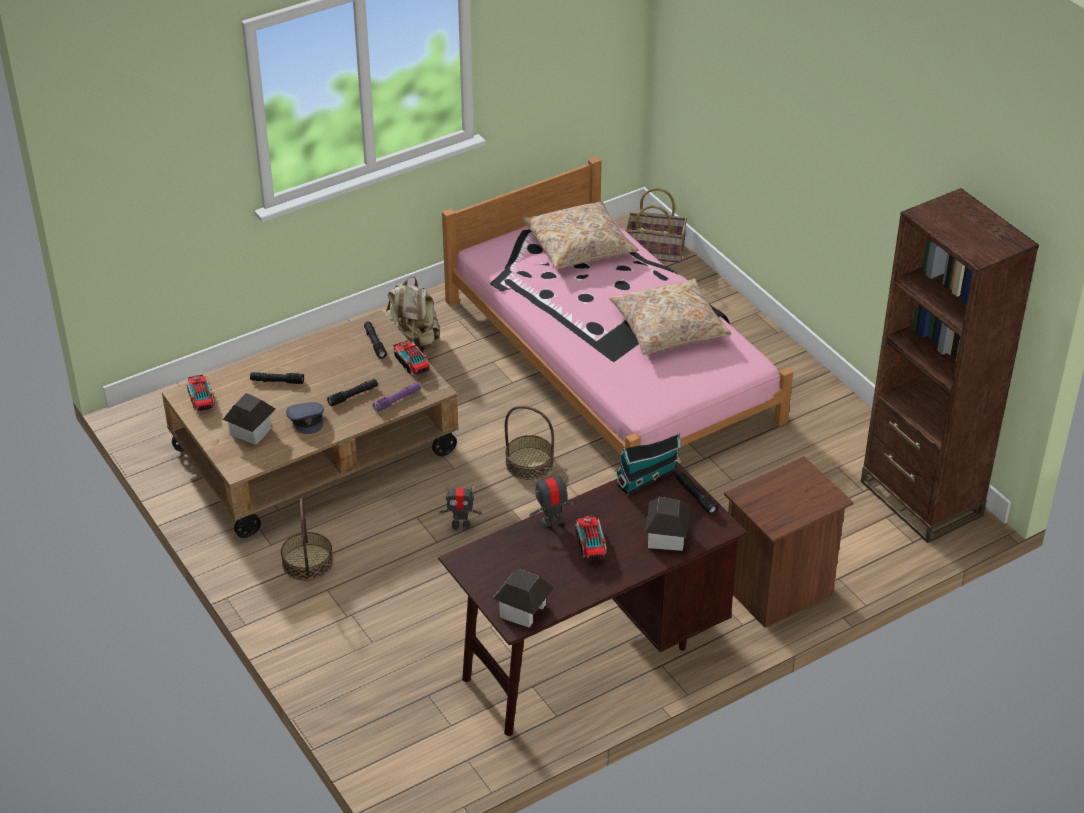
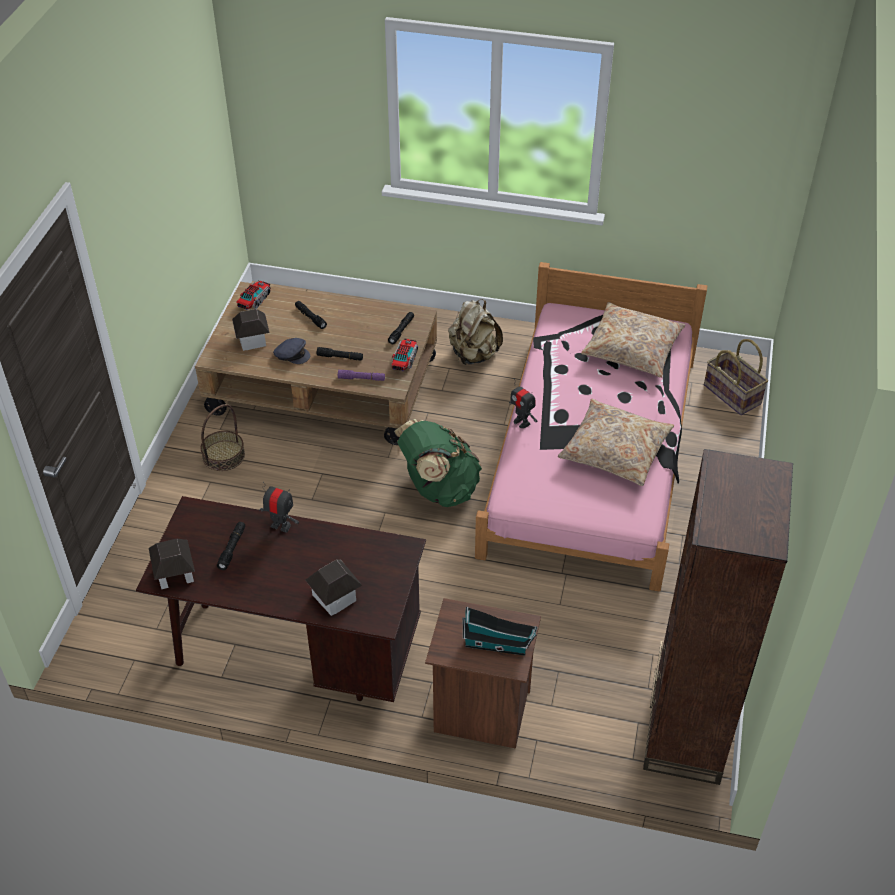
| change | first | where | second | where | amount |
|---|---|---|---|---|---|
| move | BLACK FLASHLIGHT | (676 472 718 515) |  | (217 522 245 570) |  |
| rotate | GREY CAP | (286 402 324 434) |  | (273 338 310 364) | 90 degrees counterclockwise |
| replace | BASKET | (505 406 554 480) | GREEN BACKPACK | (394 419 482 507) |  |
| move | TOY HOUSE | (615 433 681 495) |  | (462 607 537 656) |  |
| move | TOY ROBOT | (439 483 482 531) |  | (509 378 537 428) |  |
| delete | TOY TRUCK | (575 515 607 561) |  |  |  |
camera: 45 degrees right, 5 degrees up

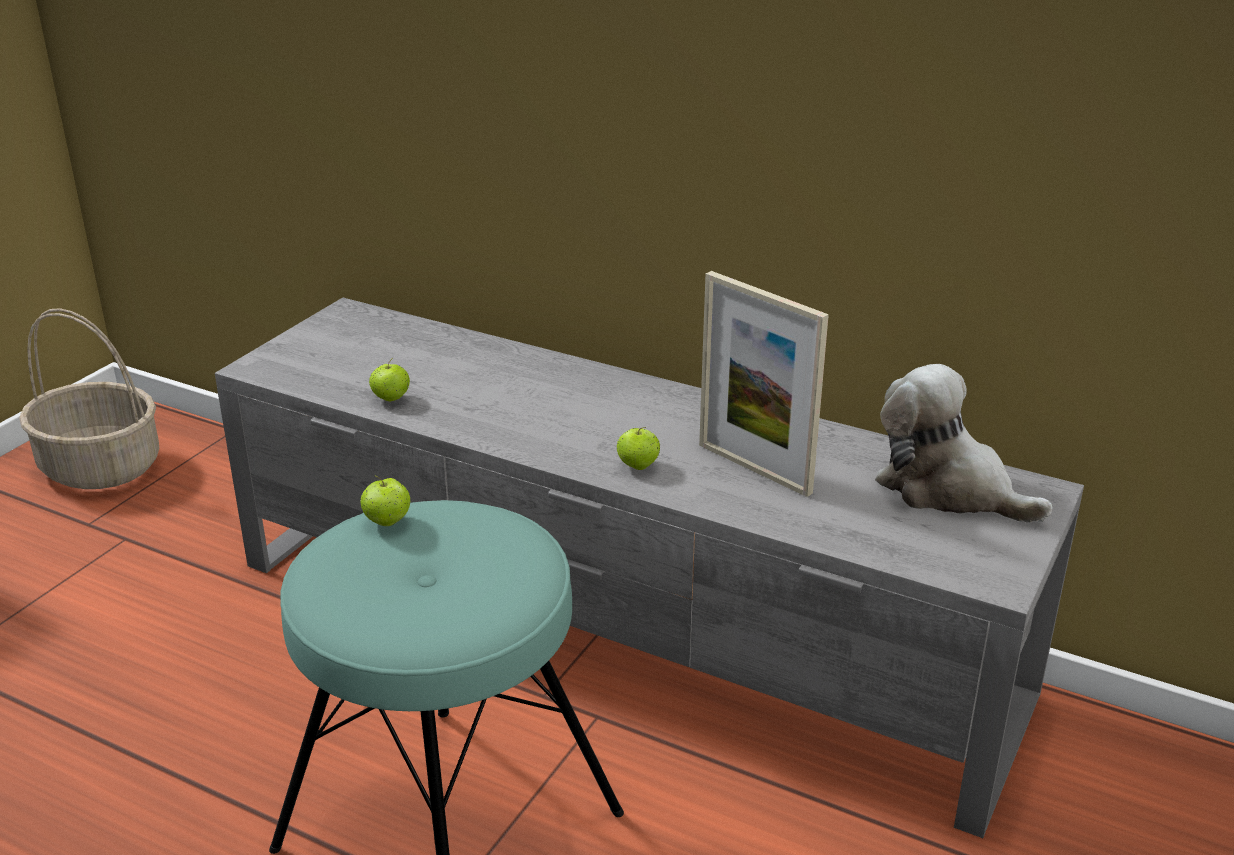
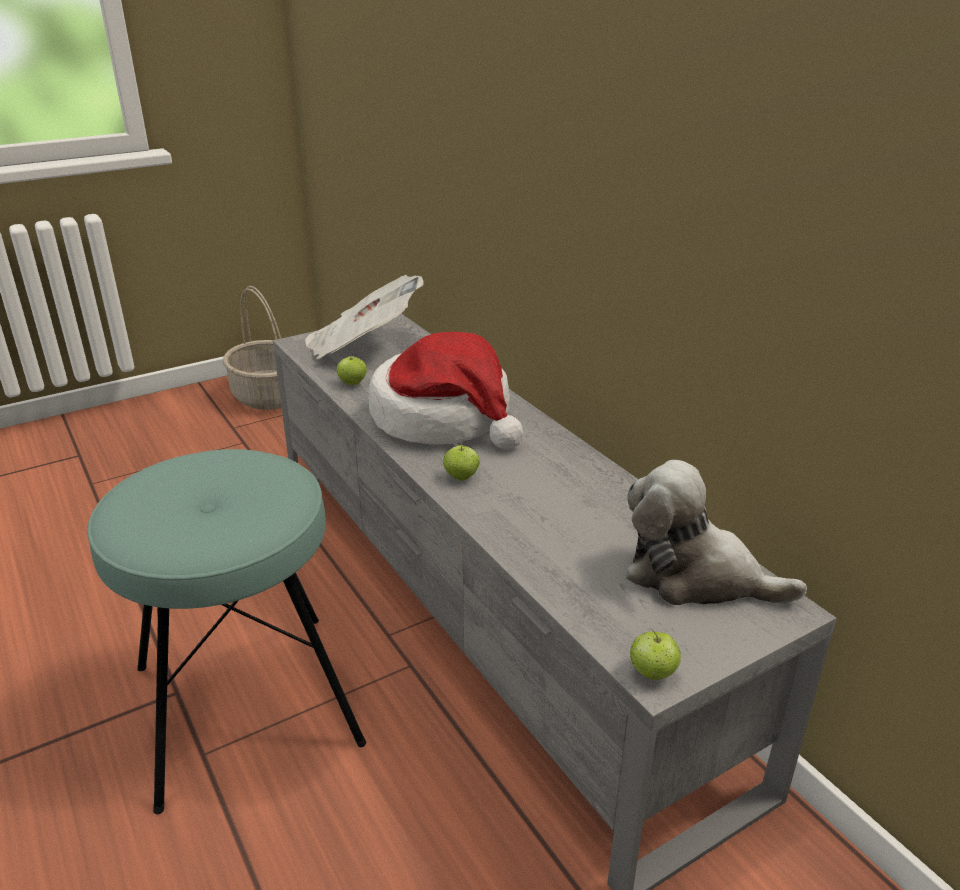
| change | first | where | second | where | amount |
|---|---|---|---|---|---|
| insert |  |  | NEWSPAPER | (305 275 424 359) |  |
| insert |  |  | HAT | (369 332 524 450) |  |
| rotate | PLUSH TOY | (875 364 1053 523) |  | (626 460 807 605) | 45 degrees counterclockwise |
| move | APPLE | (360 475 410 526) |  | (630 628 681 680) |  |
| delete | PICTURE FRAME | (699 271 829 497) |  |  |  |
camera: 30 degrees right, 0 degrees up

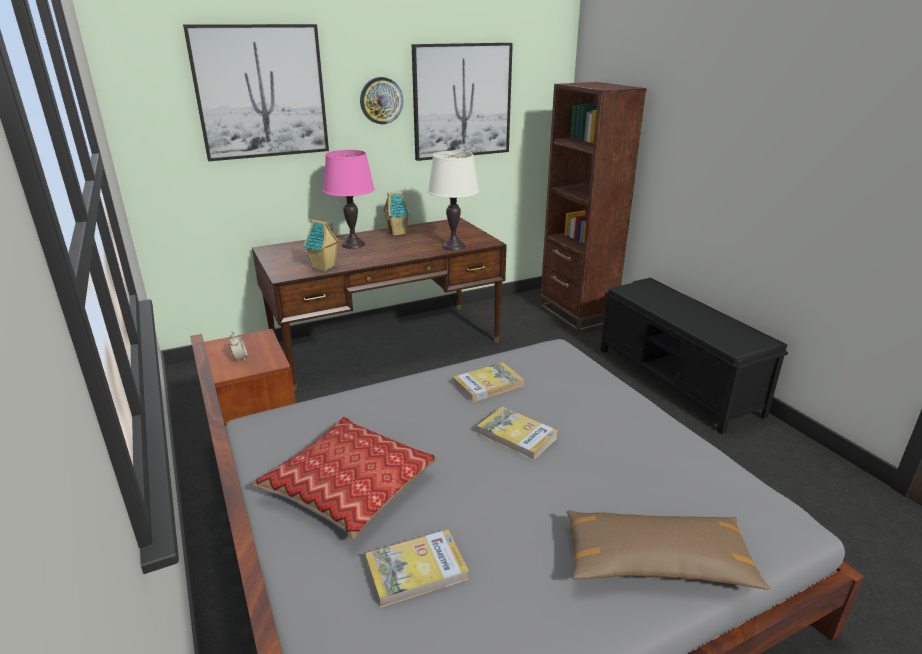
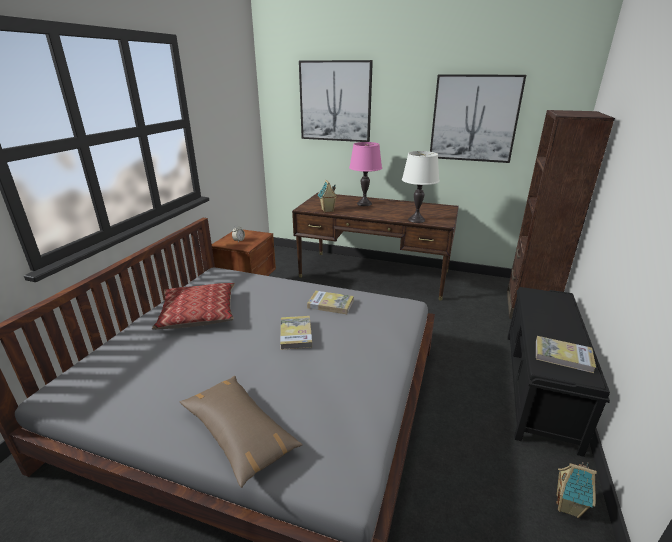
| change | first | where | second | where | amount |
|---|---|---|---|---|---|
| move | BOOK | (365 529 469 608) |  | (536 336 596 373) |  |
| move | TOY HOUSE | (383 191 410 236) |  | (556 462 597 518) |  |
| delete | WALL CLOCK | (360 77 403 124) |  |  |  |
camera: 45 degrees right, 0 degrees up

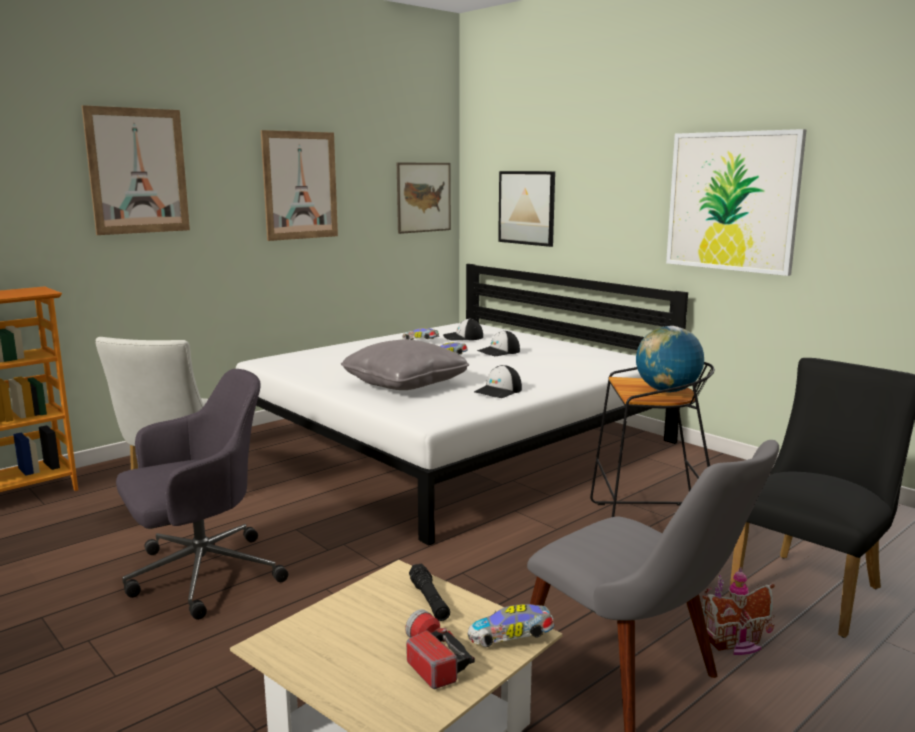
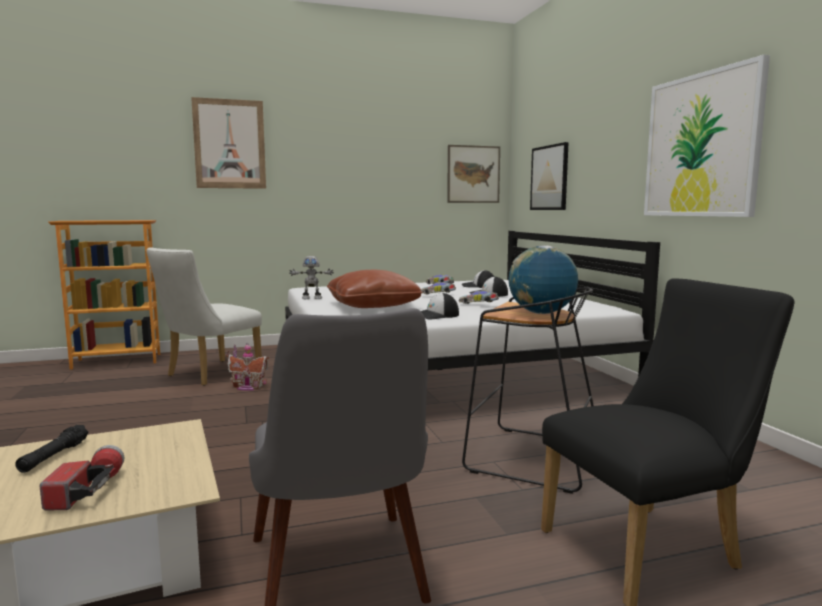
| change | first | where | second | where | amount |
|---|---|---|---|---|---|
| move | BLACK FLASHLIGHT | (409 564 450 621) |  | (15 425 89 473) |  |
| move | TOY HOUSE | (703 567 774 655) |  | (226 342 269 391) |  |
| insert |  |  | TOY ROBOT | (289 256 334 299) |  |
| recolor | GREY PILLOW | (341 339 469 390) | BROWN PILLOW | (327 270 422 308) |  |
| move | TOY CAR | (468 604 555 647) |  | (459 291 498 304) |  |
| delete | GREY OFFICE CHAIR | (116 369 288 620) |  |  |  |
| delete | PICTURE | (261 130 338 241) |  |  |  |
camera: 25 degrees right, 5 degrees down

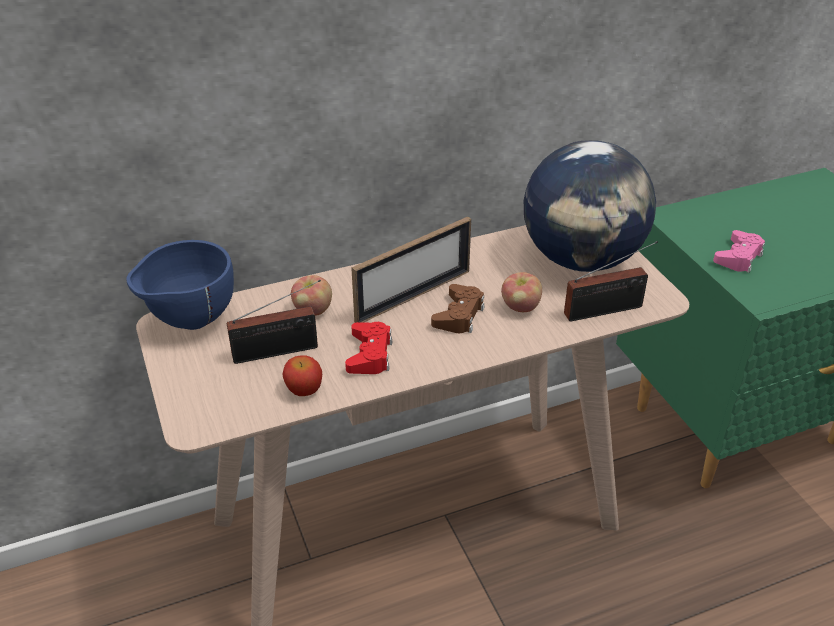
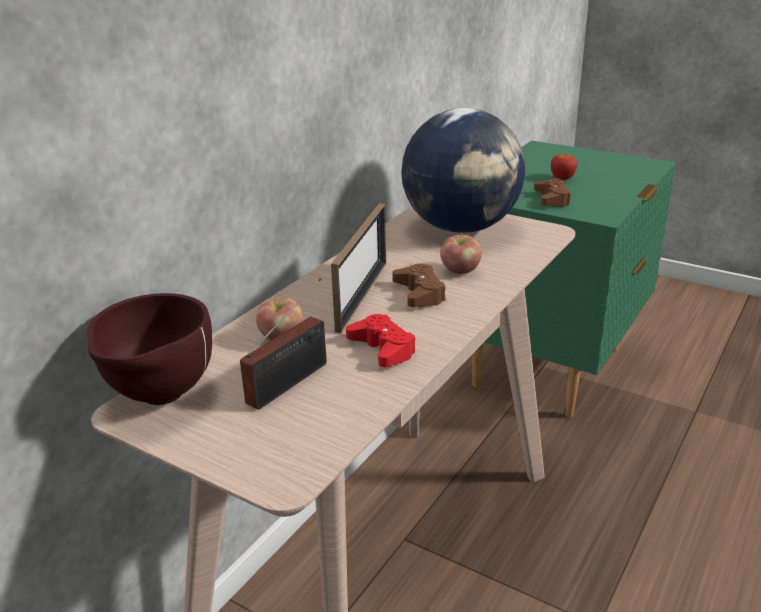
| change | first | where | second | where | amount |
|---|---|---|---|---|---|
| recolor | BLUE BOWL | (126 240 234 330) | BROWN BOWL | (88 293 212 405) |  |
| recolor | PINK GAME CONTROLLER | (713 230 765 273) | BROWN GAME CONTROLLER | (534 178 571 207) |  |
| move | APPLE | (282 355 322 396) |  | (551 154 577 180) |  |
| delete | RADIO | (564 241 658 322) |  |  |  |
camera: 35 degrees left, 10 degrees down

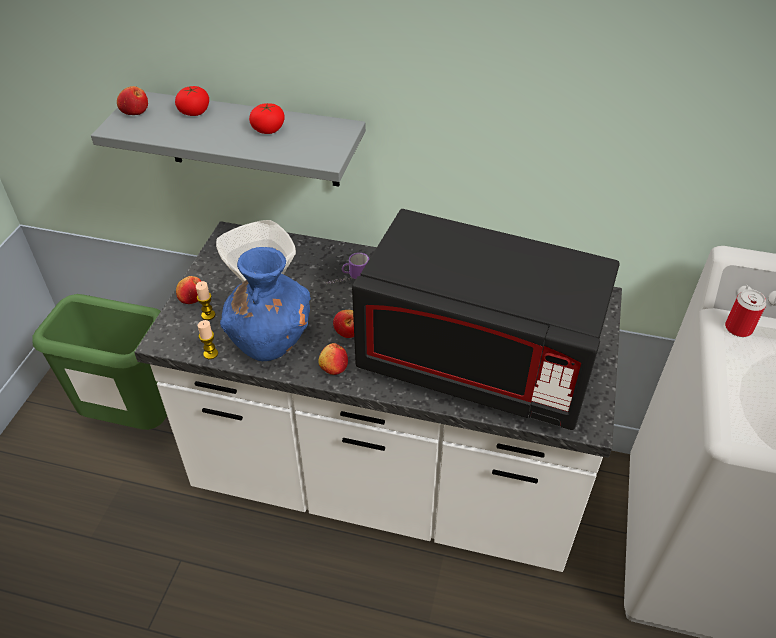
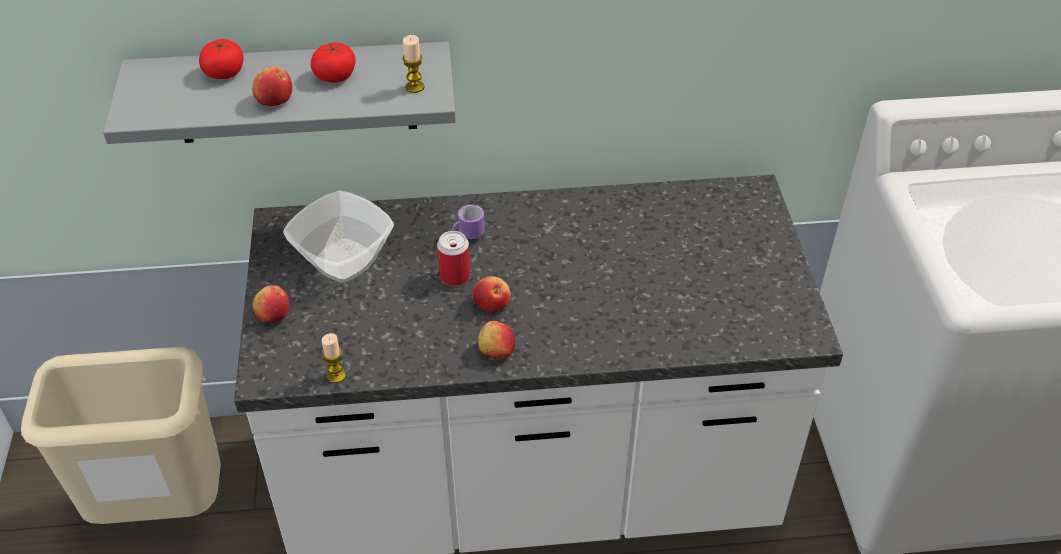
| change | first | where | second | where | amount |
|---|---|---|---|---|---|
| recolor | GREEN TRASH CAN | (32 294 167 430) | BEIGE TRASH CAN | (21 347 221 524) |  |
| move | APPLE | (117 86 148 115) |  | (252 66 293 106) |  |
| move | CANDLE | (196 281 216 320) |  | (402 35 424 93) |  |
| move | CAN | (725 289 766 337) |  | (437 231 470 286) |  |
| delete | BLUE VASE | (220 247 311 361) |  |  |  |
| delete | BLACK MICROWAVE | (352 209 620 430) |  |  |  |
camera: 20 degrees left, 0 degrees up

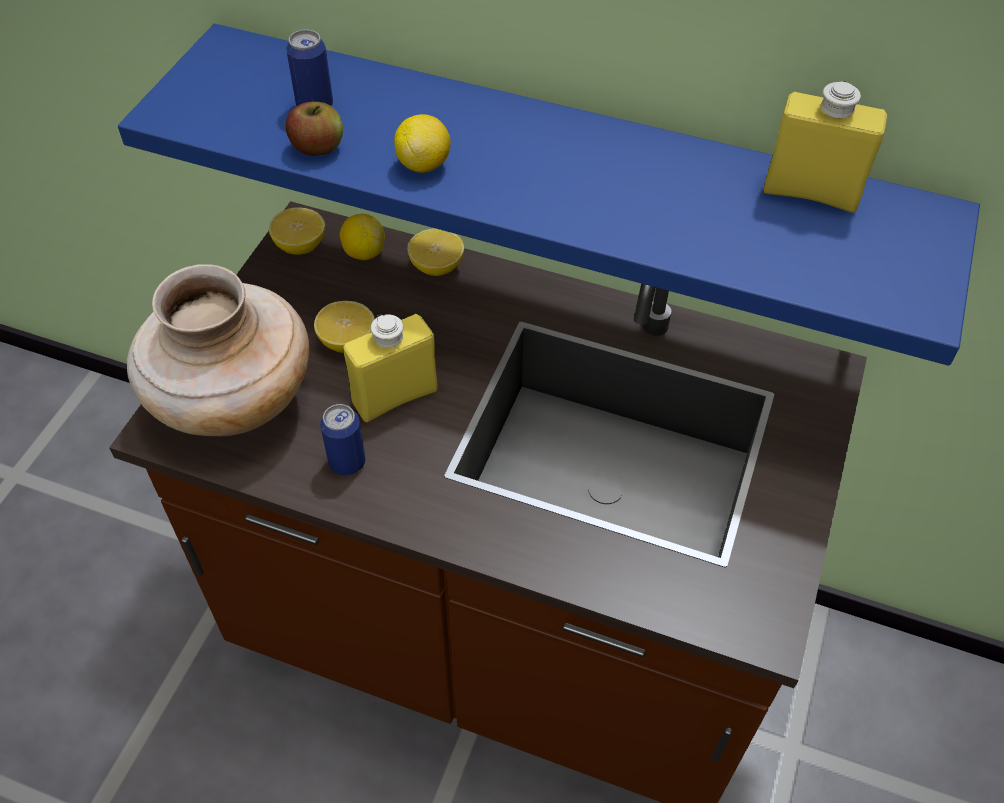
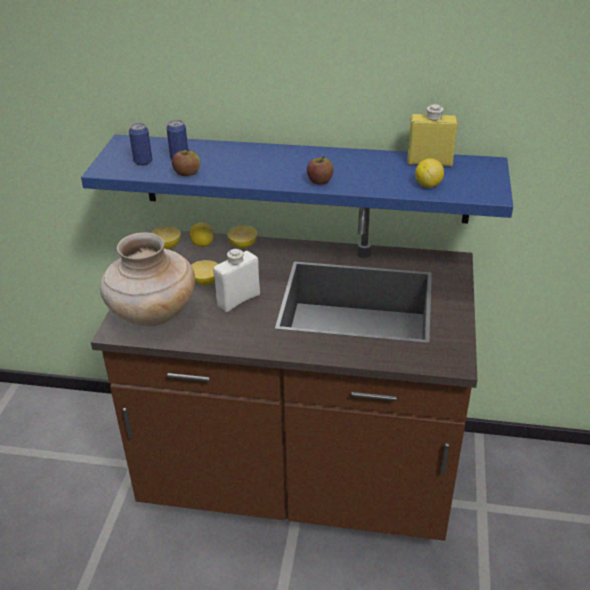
| change | first | where | second | where | amount |
|---|---|---|---|---|---|
| move | CAN | (320 404 365 475) |  | (129 123 152 166) |  |
| recolor | YELLOW BOTTLE | (343 314 437 422) | WHITE BOTTLE | (214 249 260 312) |  |
| insert |  |  | APPLE | (307 156 334 185) |  |
| move | LEMON | (394 114 451 173) |  | (415 158 444 188) |  |
camera: 10 degrees left, 15 degrees down

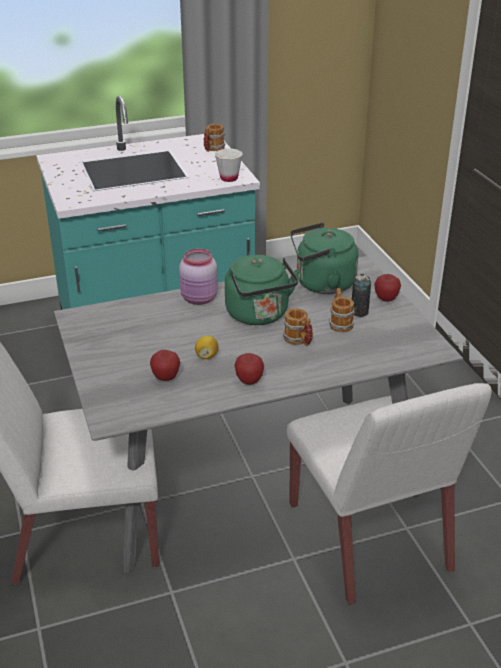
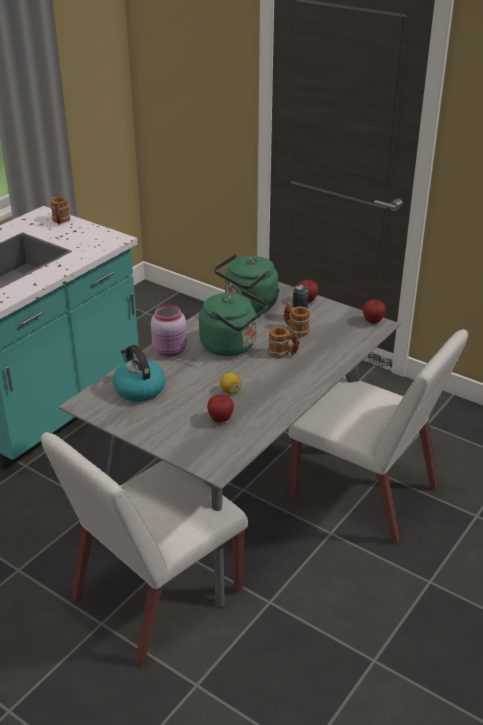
| change | first | where | second | where | amount |
|---|---|---|---|---|---|
| insert |  |  | KETTLE | (113 345 165 402) |  |
| move | APPLE | (234 353 264 385) |  | (363 300 386 324) |  |
| delete | WHITE CUP | (215 148 243 182) |  |  |  |
camera: 35 degrees left, 0 degrees up

